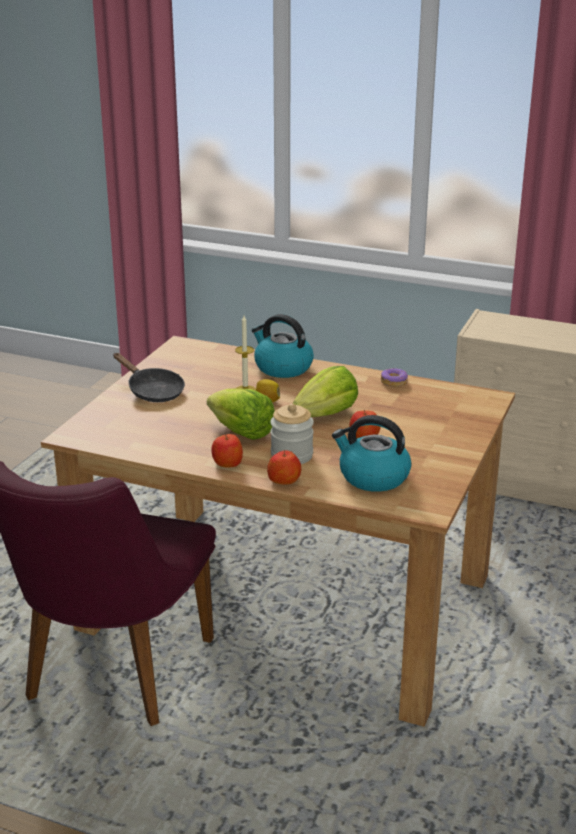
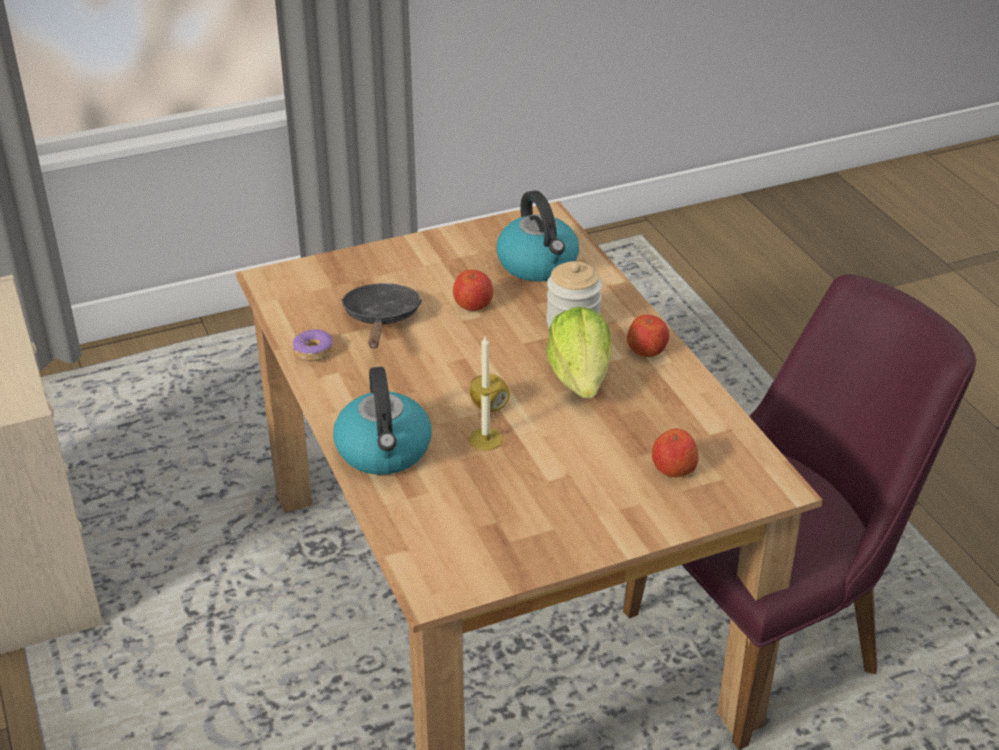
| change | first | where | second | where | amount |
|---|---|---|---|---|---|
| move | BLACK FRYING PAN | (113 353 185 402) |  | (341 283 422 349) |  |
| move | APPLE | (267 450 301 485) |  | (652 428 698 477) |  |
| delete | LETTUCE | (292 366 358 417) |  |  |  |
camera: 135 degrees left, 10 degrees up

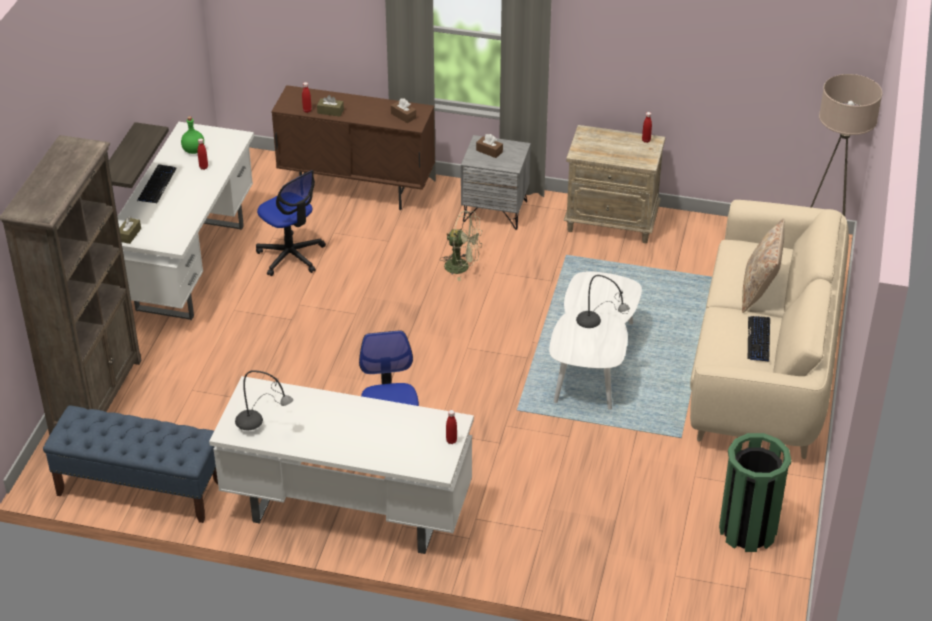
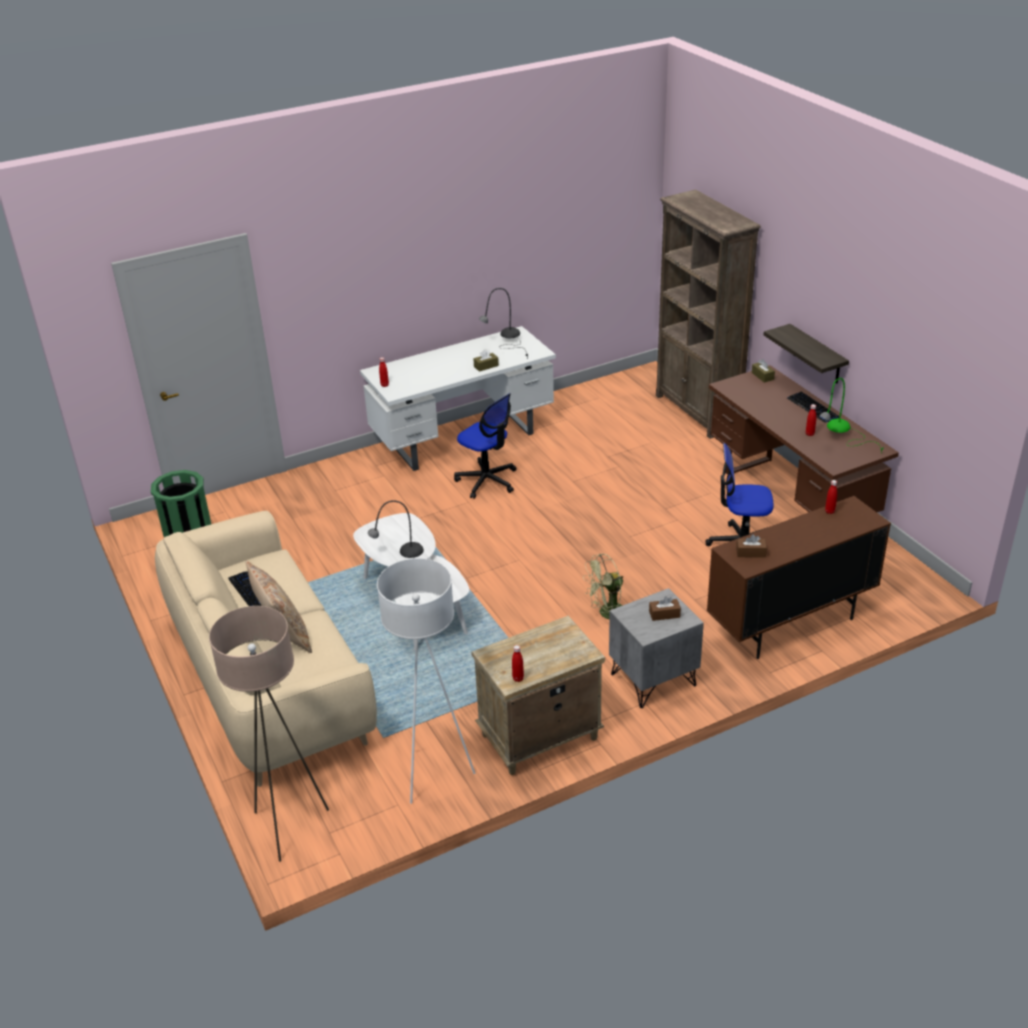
| change | first | where | second | where | amount |
|---|---|---|---|---|---|
| insert |  |  | WHITE FLOOR LAMP | (377 558 475 804) |  |
| move | BROWN TISSUE BOX | (317 95 344 117) |  | (474 349 499 372) |  |
| recolor | WHITE DESK | (117 122 254 320) | BROWN DESK | (709 365 899 512) |  |
| replace | GREEN BOTTLE | (181 116 204 154) | GREEN TABLE LAMP | (820 378 884 453) |  |
| delete | BLUE BENCH | (43 405 218 523) |  |  |  |
camera: 140 degrees right, 5 degrees down

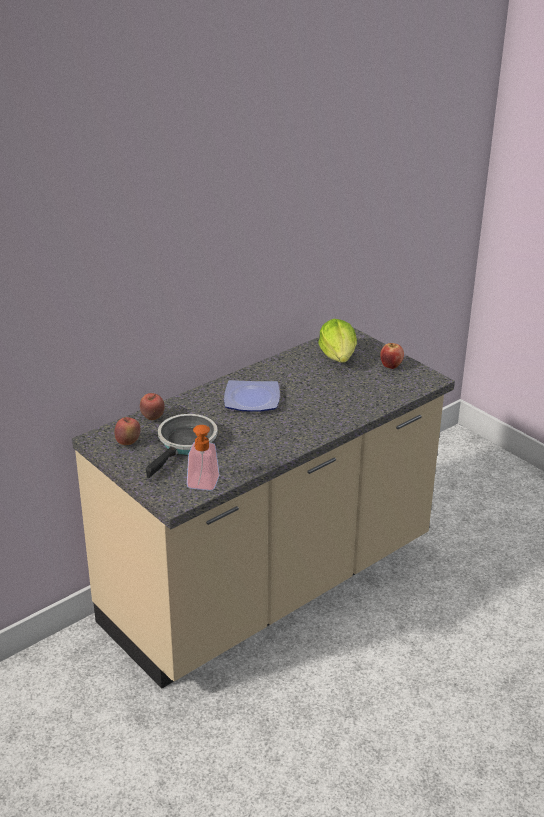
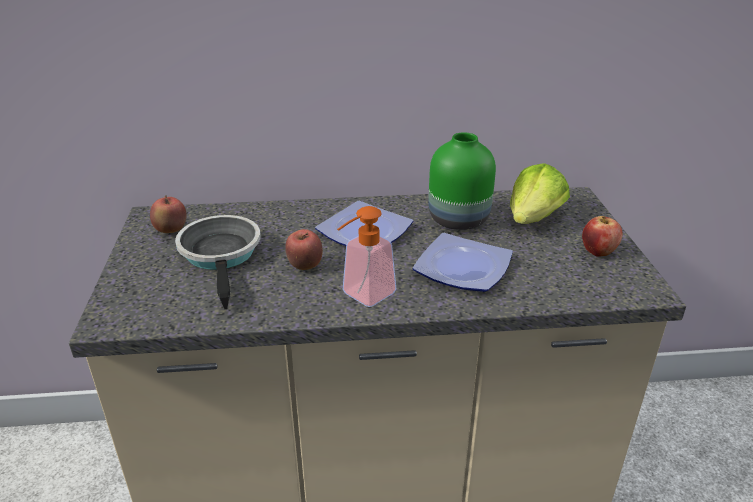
| change | first | where | second | where | amount |
|---|---|---|---|---|---|
| rotate | FRYING PAN | (146 414 218 478) |  | (175 215 261 309) | 75 degrees counterclockwise |
| move | APPLE | (140 393 165 420) |  | (285 229 323 270) |  |
| move | SOAP DISPENSER | (187 425 219 491) |  | (337 206 396 307) |  |
| insert |  |  | PLATE | (413 233 513 292) |  |
| insert |  |  | GREEN VASE | (428 132 496 230) |  |
camera: 35 degrees right, 0 degrees up

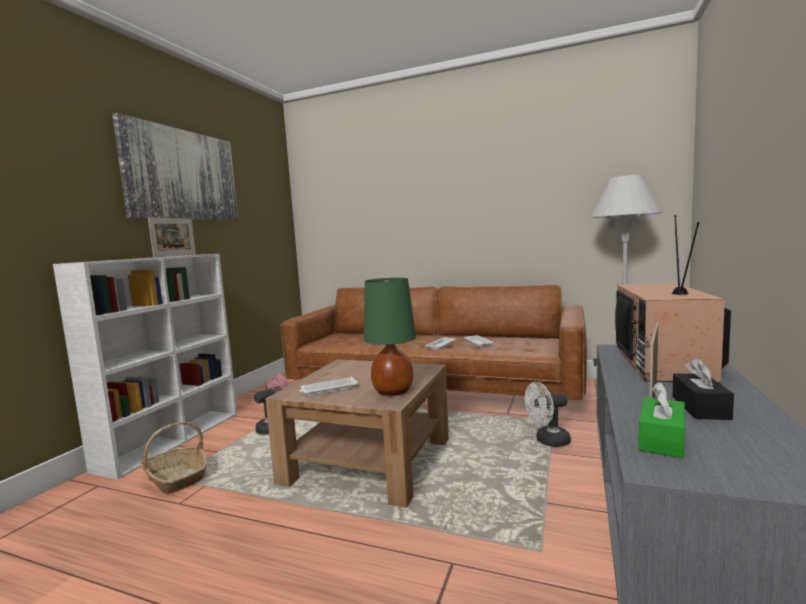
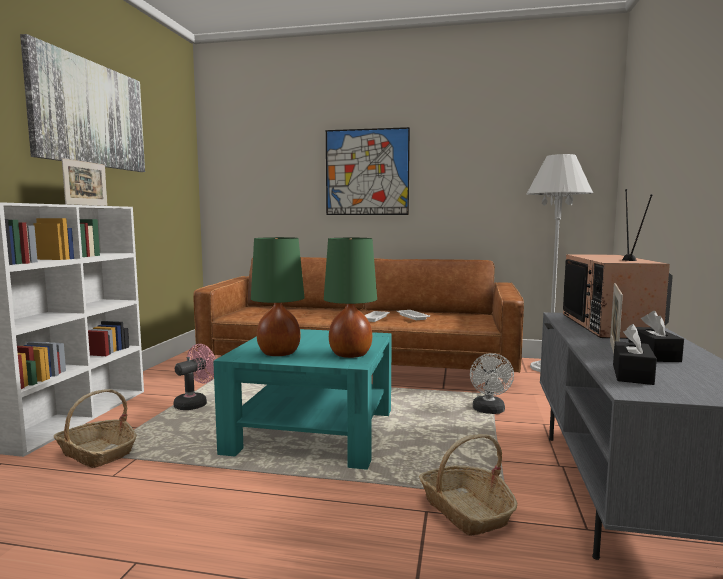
| change | first | where | second | where | amount |
|---|---|---|---|---|---|
| recolor | BROWN COFFEE TABLE | (265 359 449 508) | TURQUOISE COFFEE TABLE | (213 329 392 470) |  |
| replace | WHITE TRAY | (299 377 358 396) | GREEN TABLE LAMP | (251 237 305 356) |  |
| insert |  |  | PICTURE | (326 127 410 215) |  |
| insert |  |  | BASKET | (419 434 517 536) |  |
| rotate | WHITE FAN | (525 382 571 447) |  | (470 353 514 414) | 60 degrees counterclockwise |
| recolor | GREEN TISSUE BOX | (639 382 685 458) | BLACK TISSUE BOX | (613 324 657 385) |  |
camera: 10 degrees left, 0 degrees up

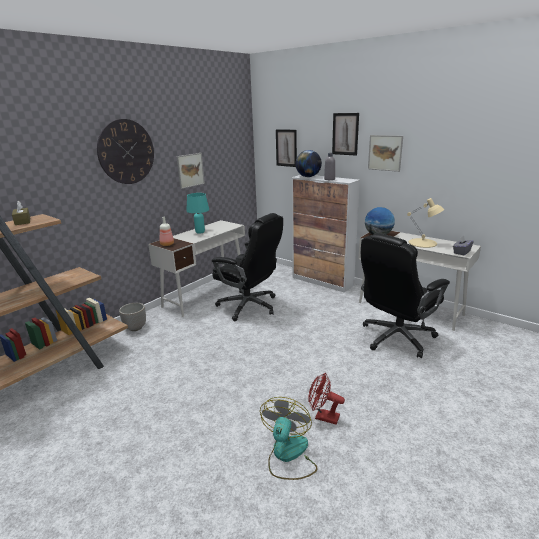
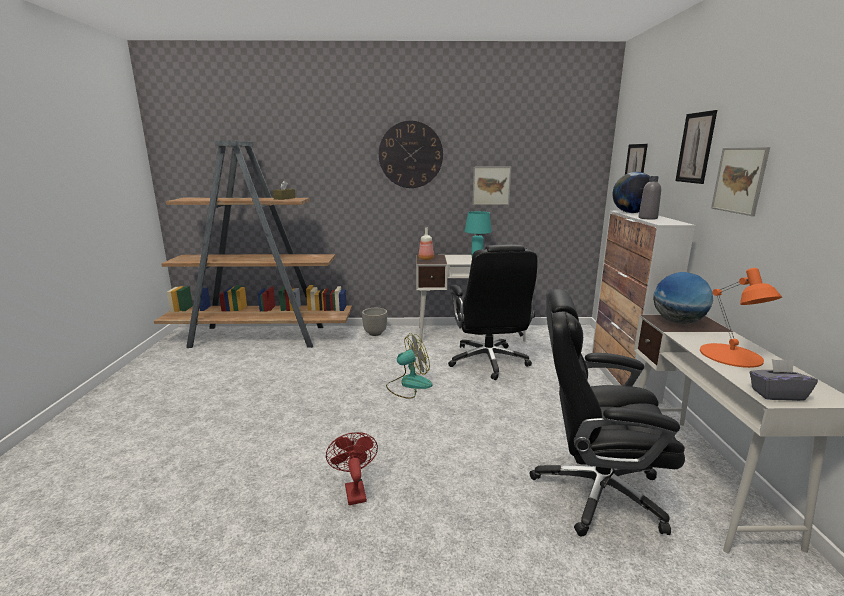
| change | first | where | second | where | amount |
|---|---|---|---|---|---|
| move | FAN | (260 397 318 480) |  | (386 333 432 399) |  |
| recolor | BEIGE TABLE LAMP | (407 198 444 248) | ORANGE TABLE LAMP | (700 268 782 368) |  |
camera: 50 degrees right, 5 degrees down

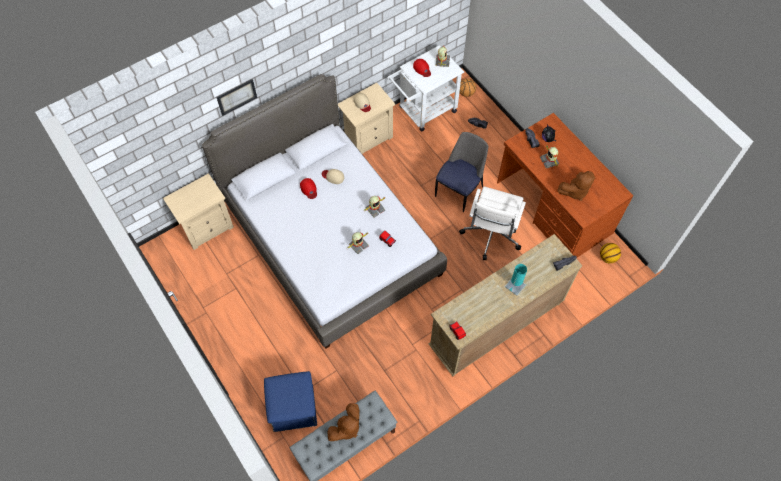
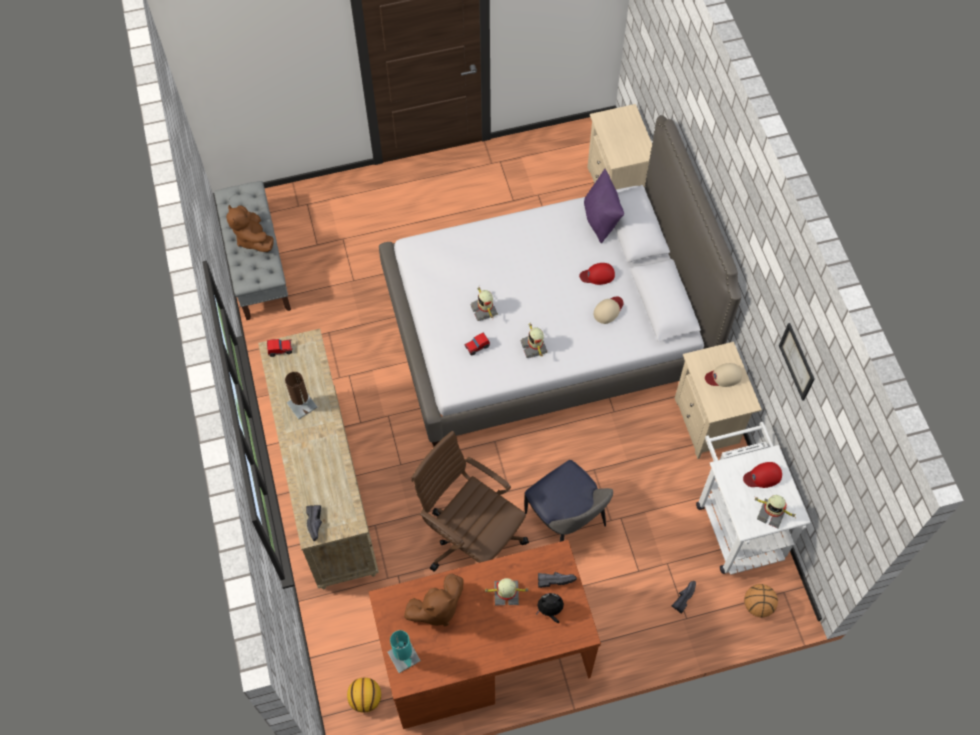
| change | first | where | second | where | amount |
|---|---|---|---|---|---|
| insert |  |  | BROWN TABLE LAMP | (285 372 318 420) |  |
| move | TURQUOISE TABLE LAMP | (505 264 527 296) |  | (388 630 421 673) |  |
| rotate | BROWN PLUSH TOY | (557 171 596 201) |  | (404 574 463 627) | 120 degrees counterclockwise |
| recolor | WHITE OFFICE CHAIR | (459 186 526 260) | BROWN OFFICE CHAIR | (411 431 529 571) |  |
| insert |  |  | PURPLE PILLOW | (584 169 624 243) |  |
| move | PICTURE | (216 79 257 116) |  | (779 323 815 401) |  |
| delete | BLUE OTTOMAN | (264 371 317 432) |  |  |  |
camera: 110 degrees right, 0 degrees up

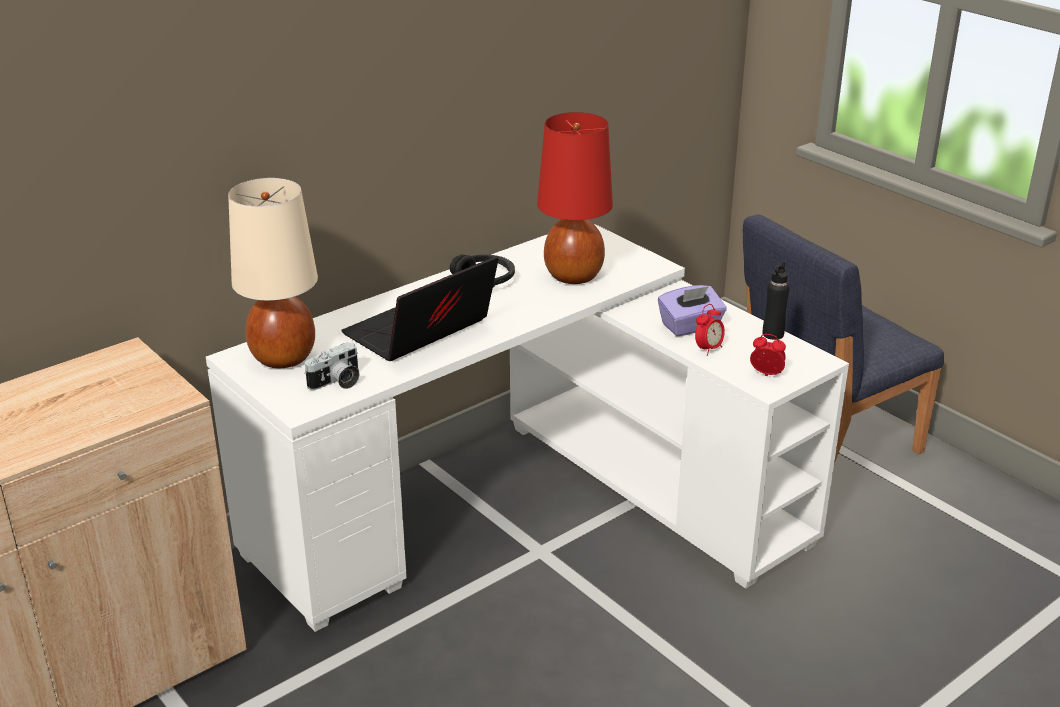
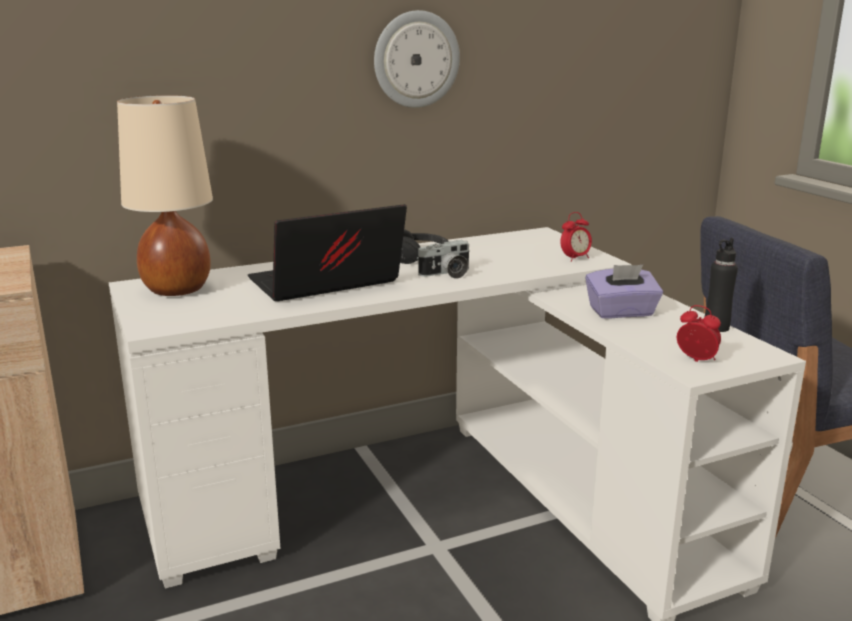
| change | first | where | second | where | amount |
|---|---|---|---|---|---|
| insert |  |  | WALL CLOCK | (374 10 460 108) |  |
| move | PHOTO CAMERA | (304 342 360 390) |  | (417 240 470 279) |  |
| move | ALARM CLOCK | (695 304 725 356) |  | (561 212 592 262) |  |
| delete | RED TABLE LAMP | (537 112 613 284) |  |  |  |
camera: 15 degrees right, 10 degrees down

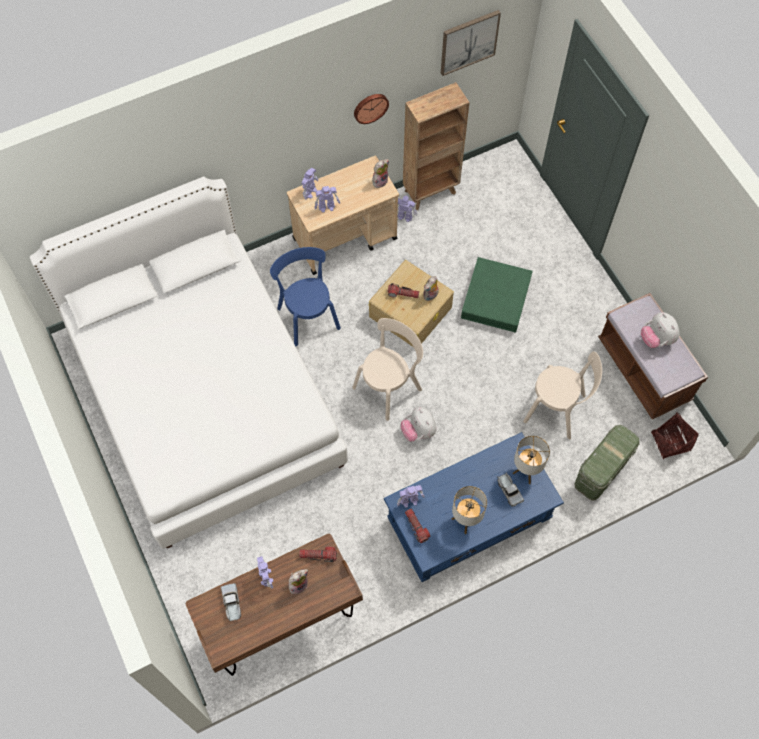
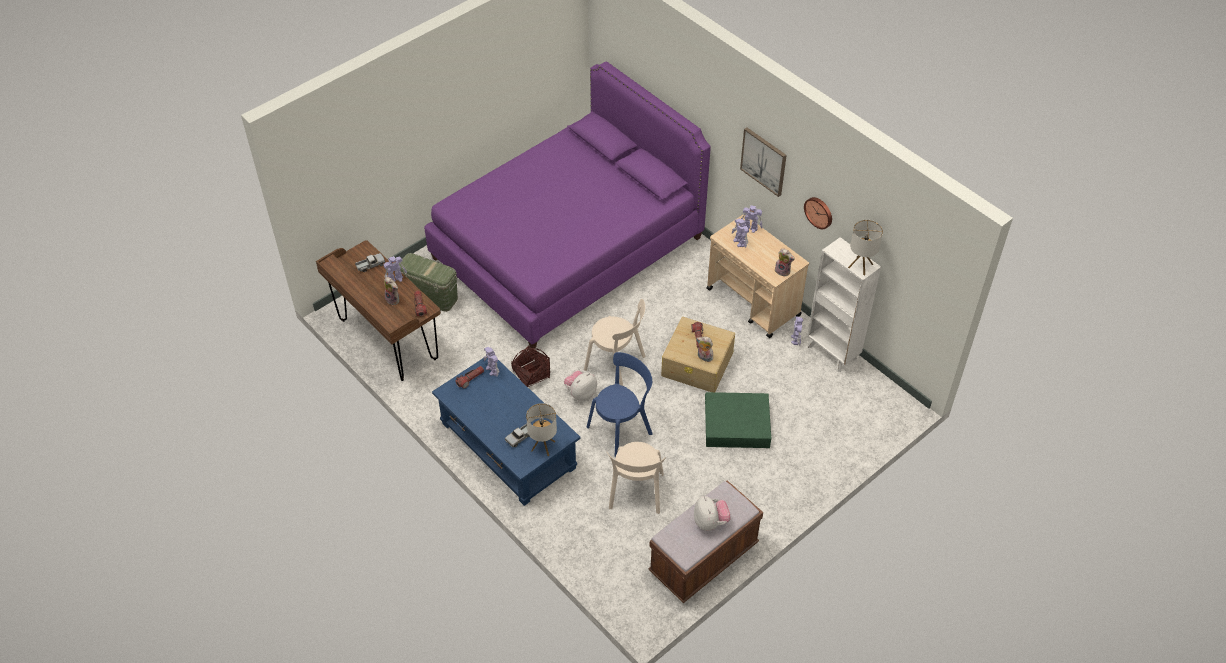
| change | first | where | second | where | amount |
|---|---|---|---|---|---|
| move | GREEN STORAGE BOX | (574 425 640 501) |  | (399 253 458 312) |  |
| recolor | WHITE BED | (30 177 348 549) | PURPLE BED | (424 61 711 348) |  |
| move | BASKET | (651 413 699 459) |  | (511 345 550 387) |  |
| move | BLUE CHAIR | (270 247 341 346) |  | (587 352 653 457) |  |
| rotate | PLUSH TOY | (641 312 680 348) |  | (694 496 731 531) | 120 degrees clockwise |
| move | PICTURE | (441 10 501 76) |  | (740 128 787 197) |  |
| recolor | BROWN BOOKCASE | (403 82 469 210) | WHITE BOOKCASE | (807 237 881 372) |  |
| move | TABLE LAMP | (452 486 487 534) |  | (848 220 883 276) |  |
camera: 75 degrees right, 15 degrees down

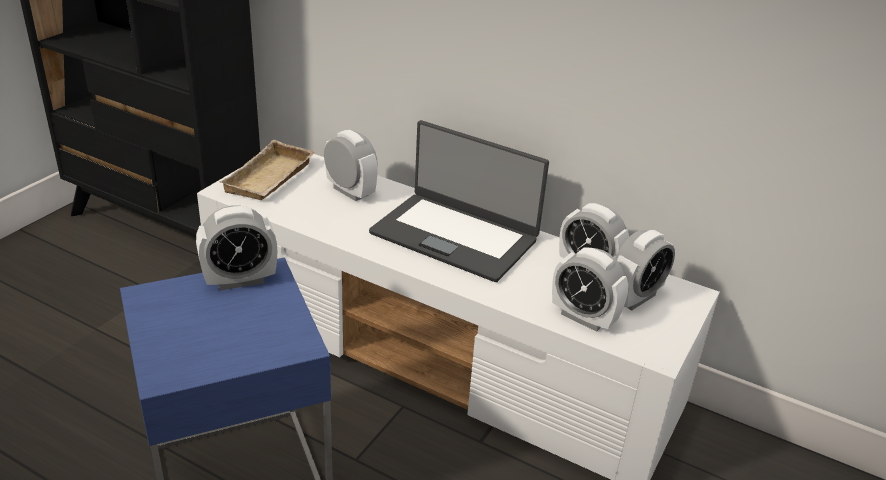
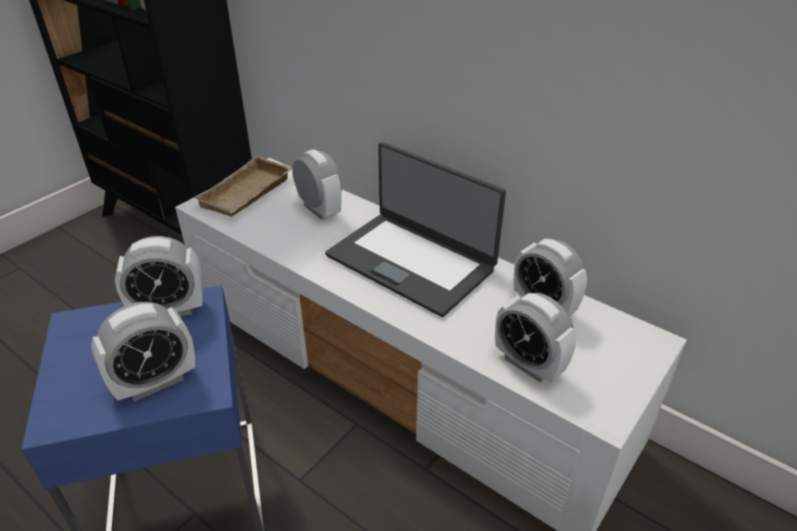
| change | first | where | second | where | amount |
|---|---|---|---|---|---|
| move | ALARM CLOCK | (615 230 675 311) |  | (91 302 195 402) |  |
camera: 10 degrees right, 5 degrees up

